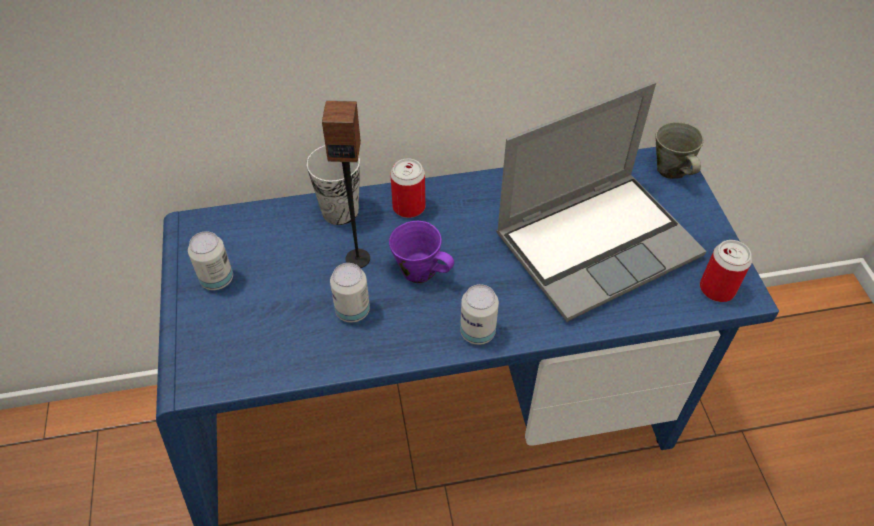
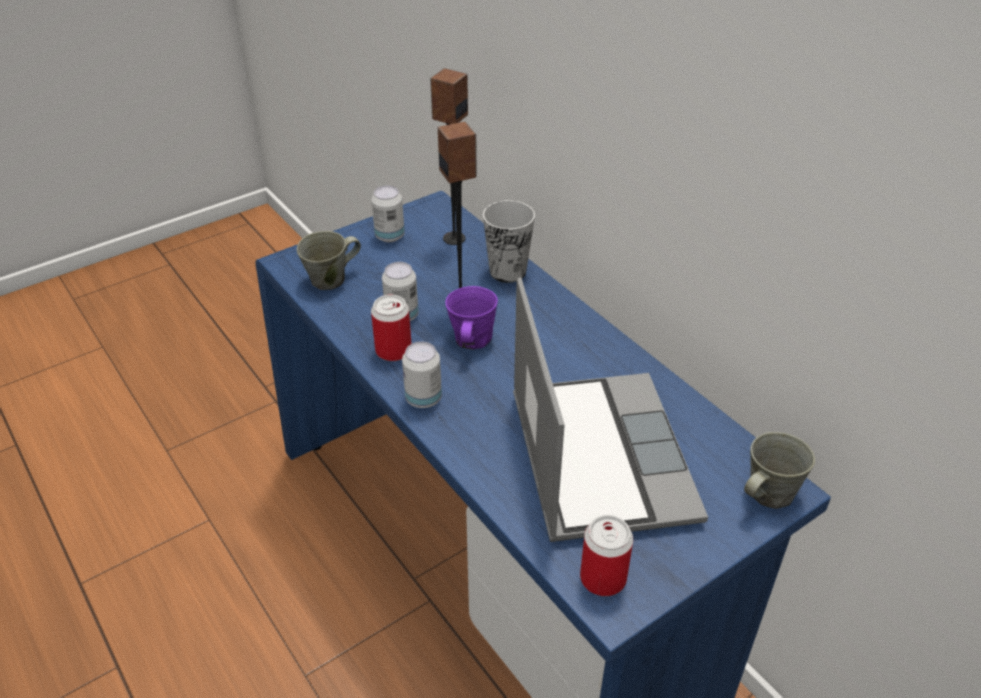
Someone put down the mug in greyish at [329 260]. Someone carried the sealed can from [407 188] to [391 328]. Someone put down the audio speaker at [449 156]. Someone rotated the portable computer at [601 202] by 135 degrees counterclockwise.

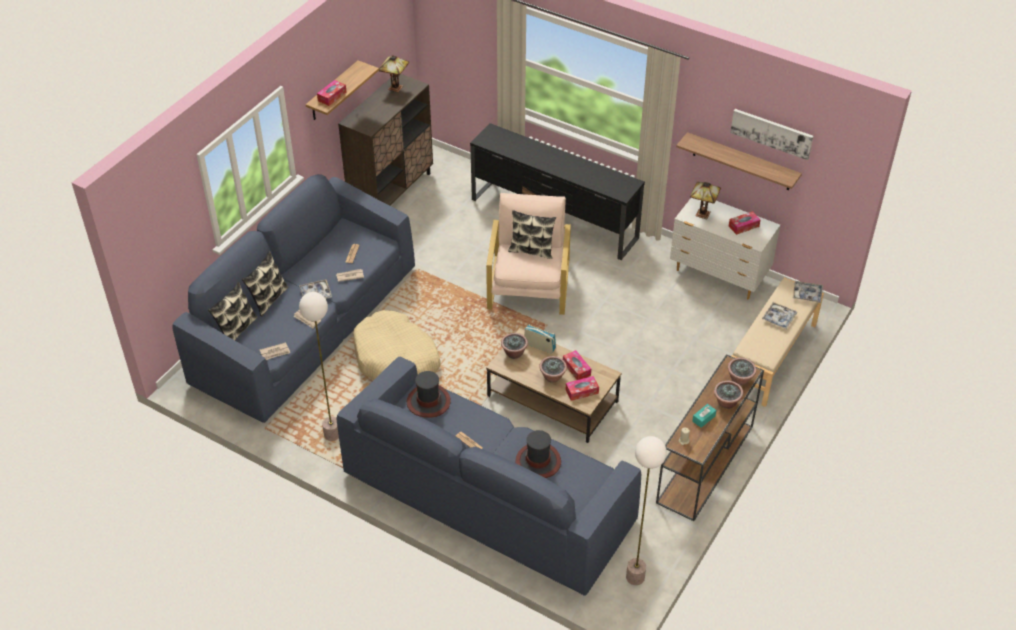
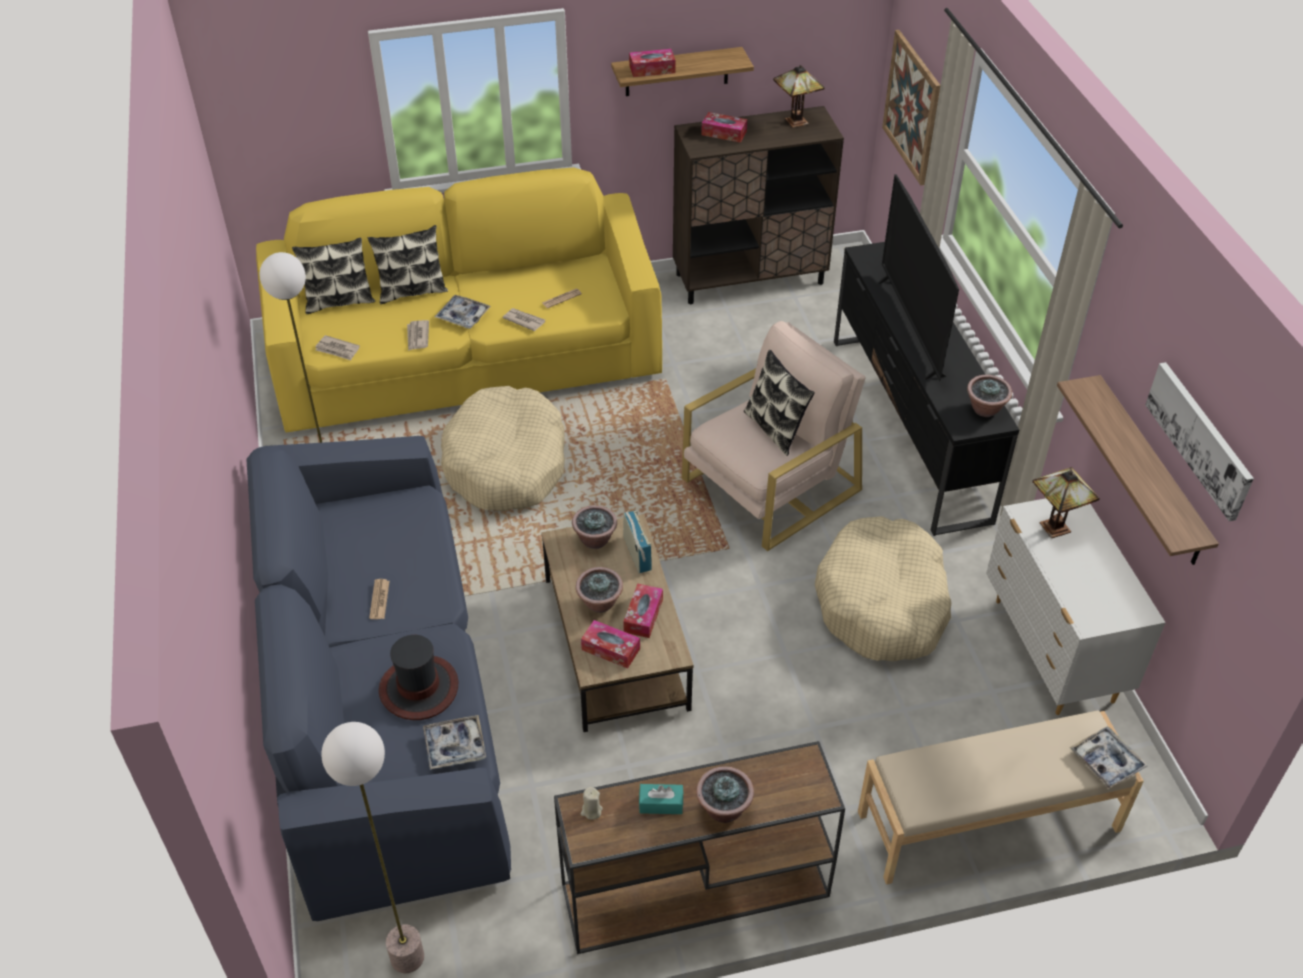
Someone repainted the settee in blue-coloured at [294 298], which became the settee in yellow at [459 300]. Someone carried the carrying tray from [779 315] to [454 742]. Someone carried the tissue box from [744 223] to [724 127]. Someone put down the pet bed in beige at [883 588]. Someone put down the TV at [918 277]. Someone put up the picture at [911 108]. Someone carried the houseplant from [742 371] to [989 396]. Someone took away the wearable hat at [429 394].

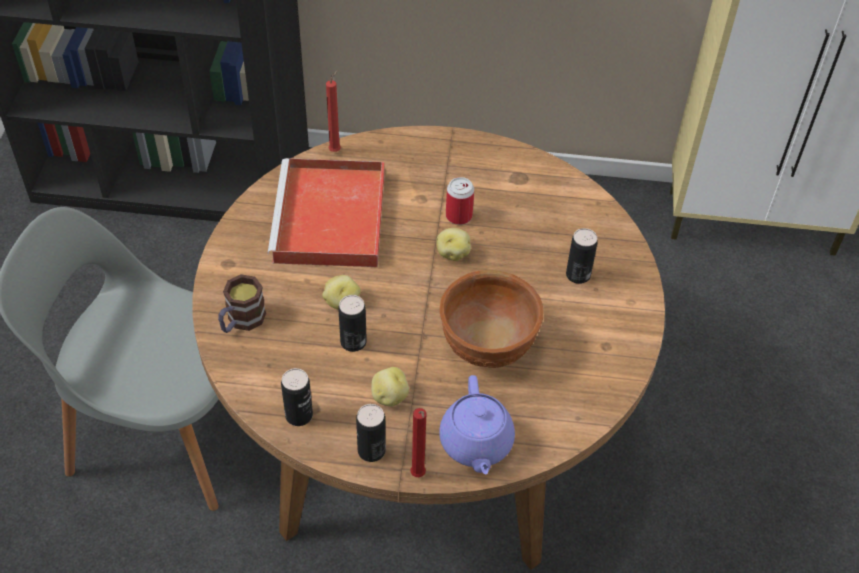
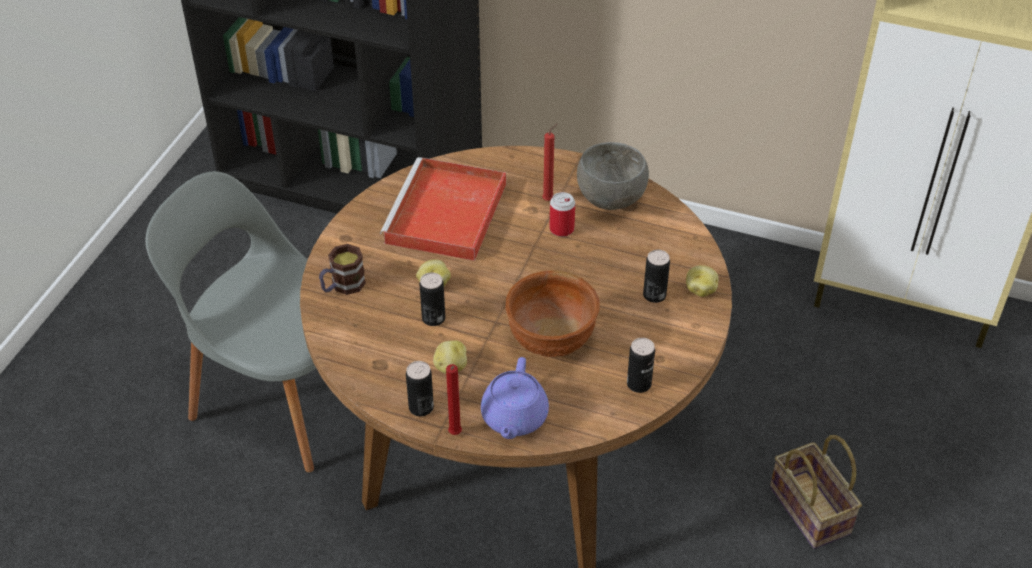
Someone carried the candle in red-coloured from [333 111] to [550 162]. Someone put down the serving bowl in greyish at [613 176]. Someone carried the sealed can from [297 397] to [641 365]. Someone carried the potato from [454 244] to [702 281]. Someone put down the storage basket at [816 492].

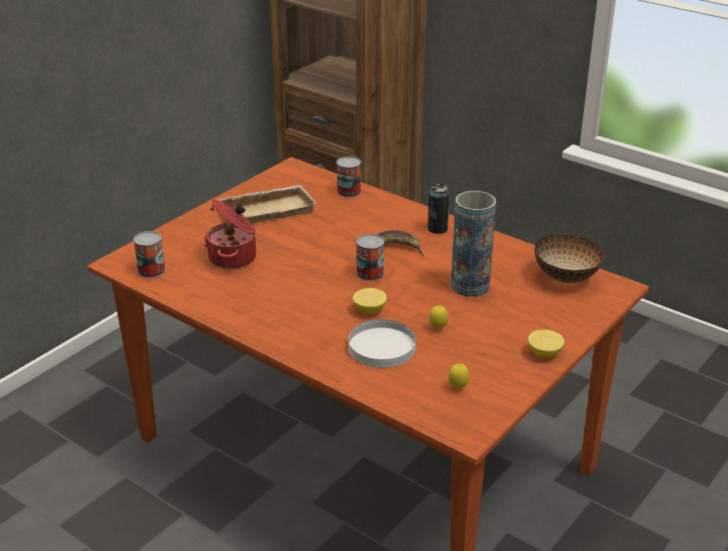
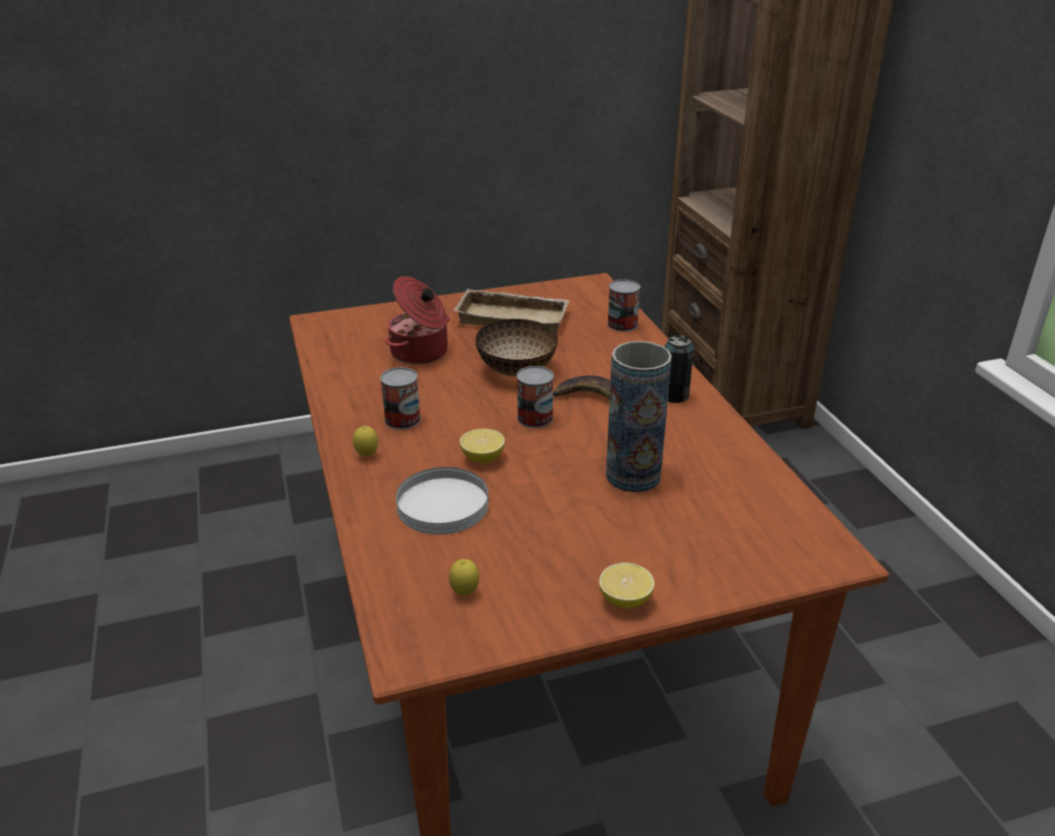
Someone carried the citrus fruit from [438 317] to [365 441]. Someone carried the sealed can from [149 254] to [400 398]. Someone carried the serving bowl from [569 258] to [516 348].

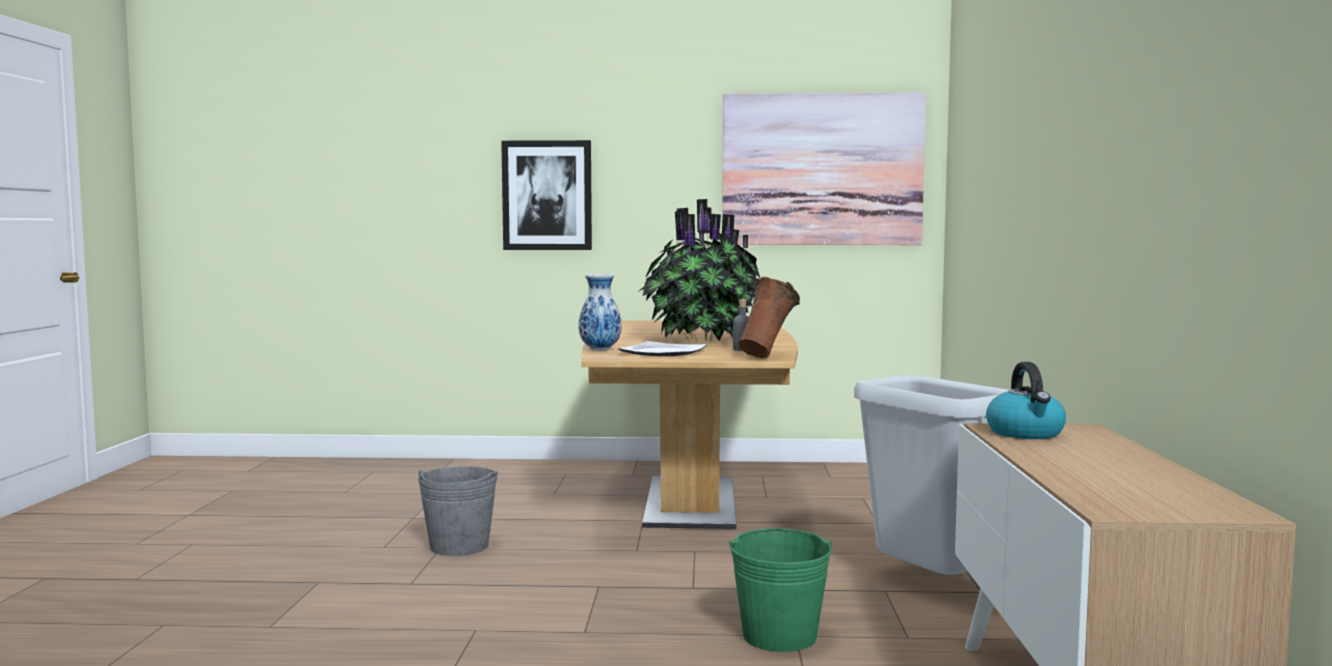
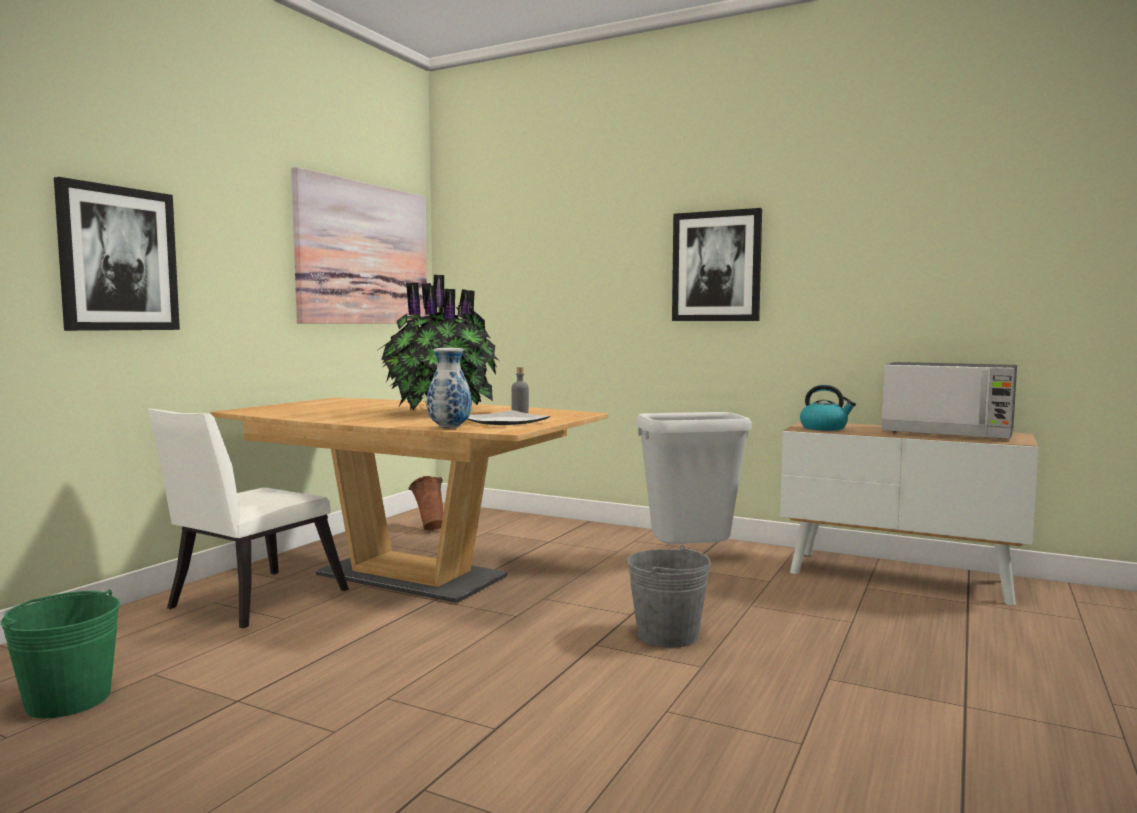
Someone carried the bucket in green from [780 590] to [60 653]. Someone put down the chair in white at [248 518]. Someone carried the decorative vase in brown-coloured from [769 317] to [426 503]. Someone carried the bucket in greyish from [458 511] to [669 596]. Someone put up the picture at [717 264]. Someone put down the microwave oven at [949 401].

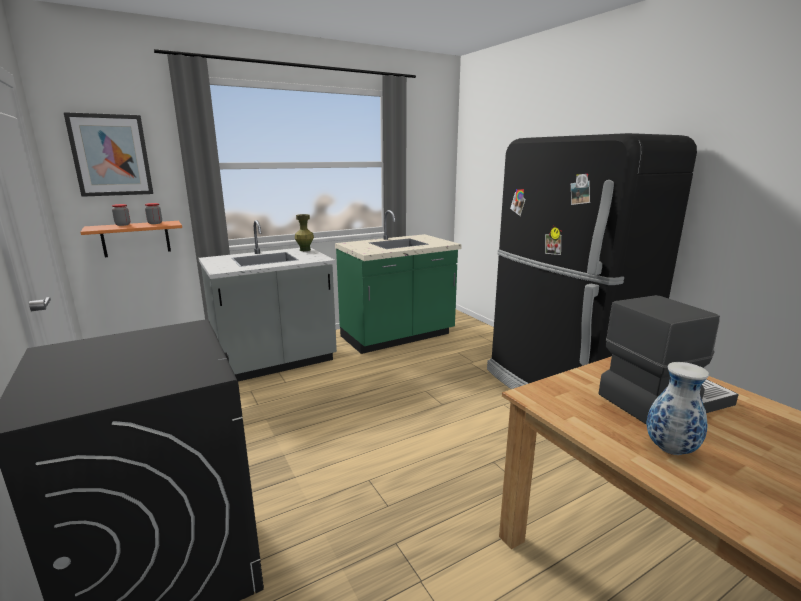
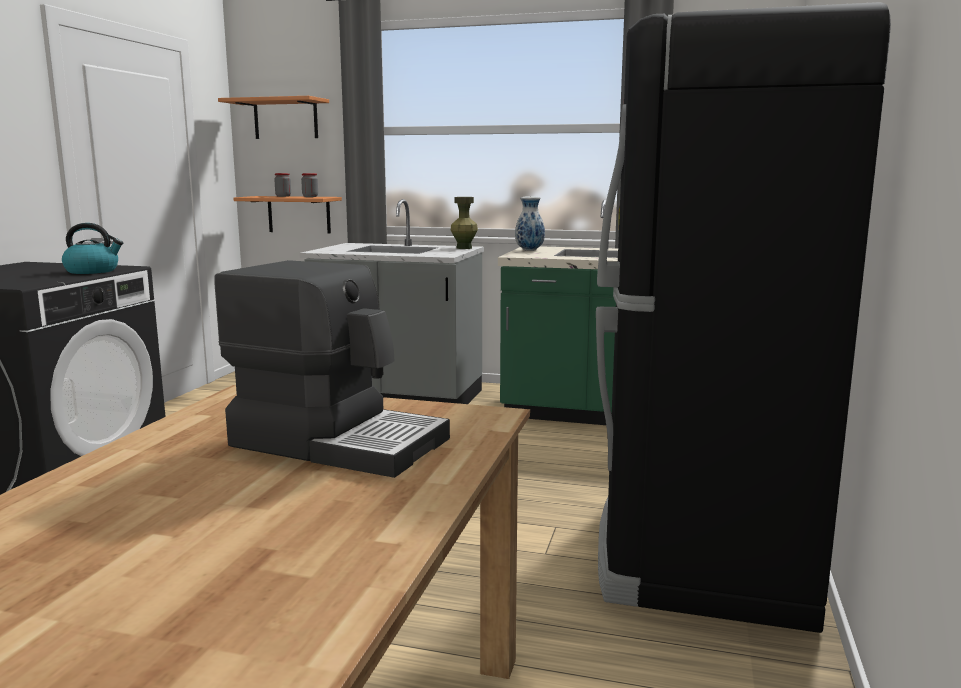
Someone put down the water kettle at [92 248]. Someone swapped the picture at [108 154] for the wall shelf in orange-coloured at [273 117]. Someone carried the decorative vase from [678 408] to [530 223].

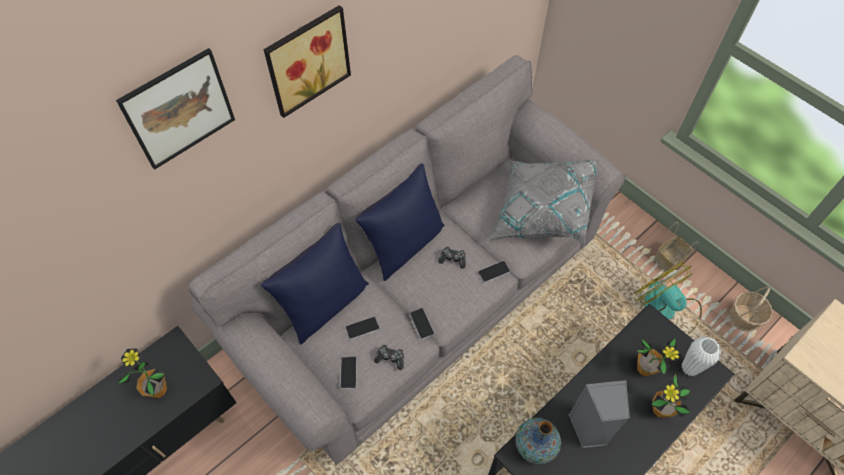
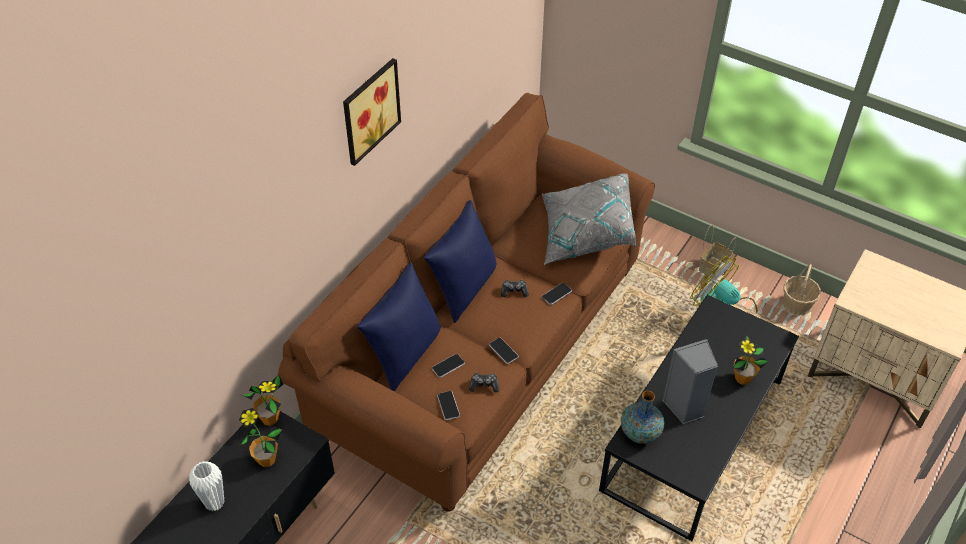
Someone carried the decorative vase in white from [701 356] to [206 486]. Someone carried the houseplant from [659 357] to [262 400]. Someone repainted the settee in greyish at [407 260], which became the settee in brown-coloured at [466 302]. Someone took away the picture at [175 109].

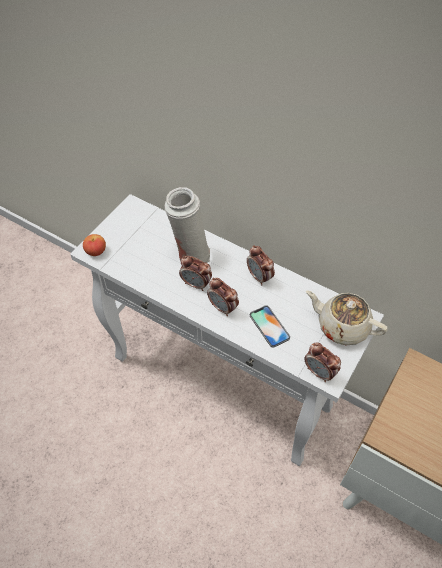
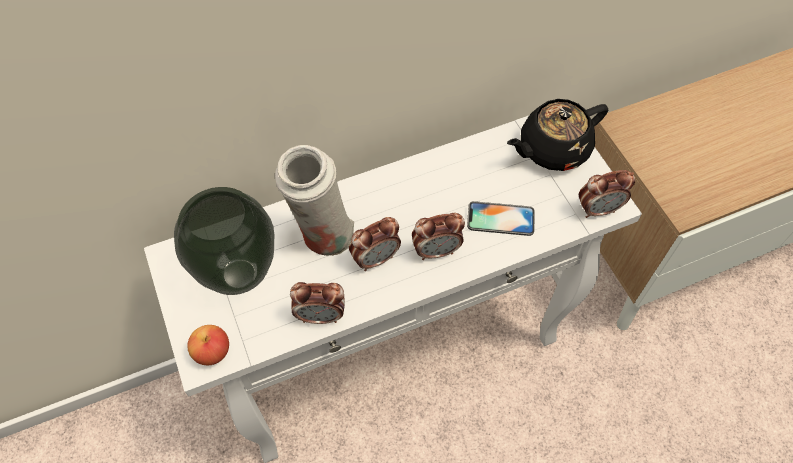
Someone put down the decorative vase at [224 241]. Someone carried the table clock from [261 265] to [317 303]. Someone repainted the tea pot in beige at [347 317], which became the tea pot in black-coloured at [557 135].

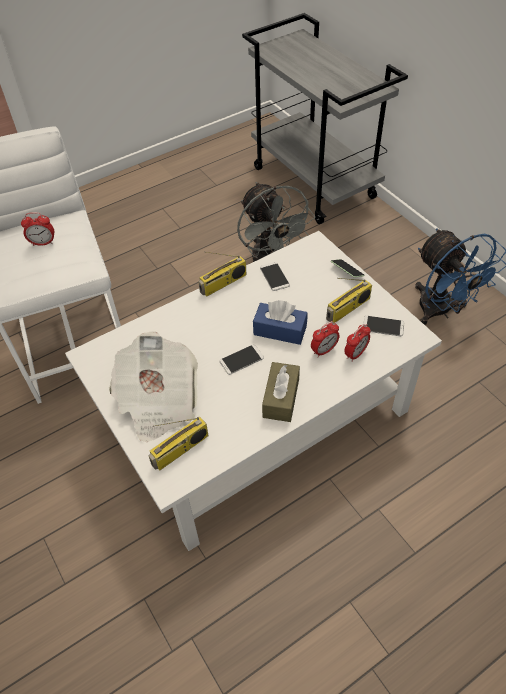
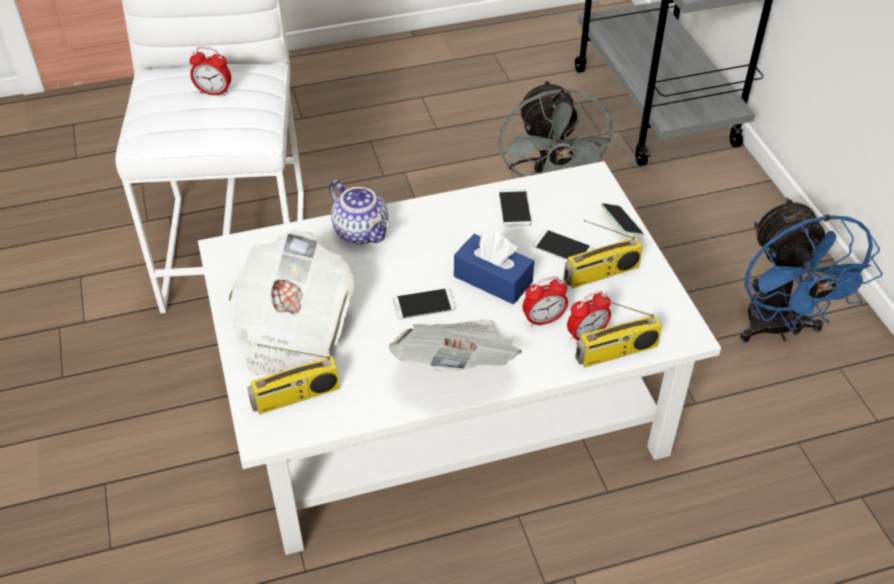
Someone put down the tea pot at [359 212]. Someone swapped the tissue box in brown-coloured at [281 392] for the daily paper at [455 345]. Someone carried the telephone from [383 326] to [563 245]. Someone carried the radio set from [222 274] to [618 332].

